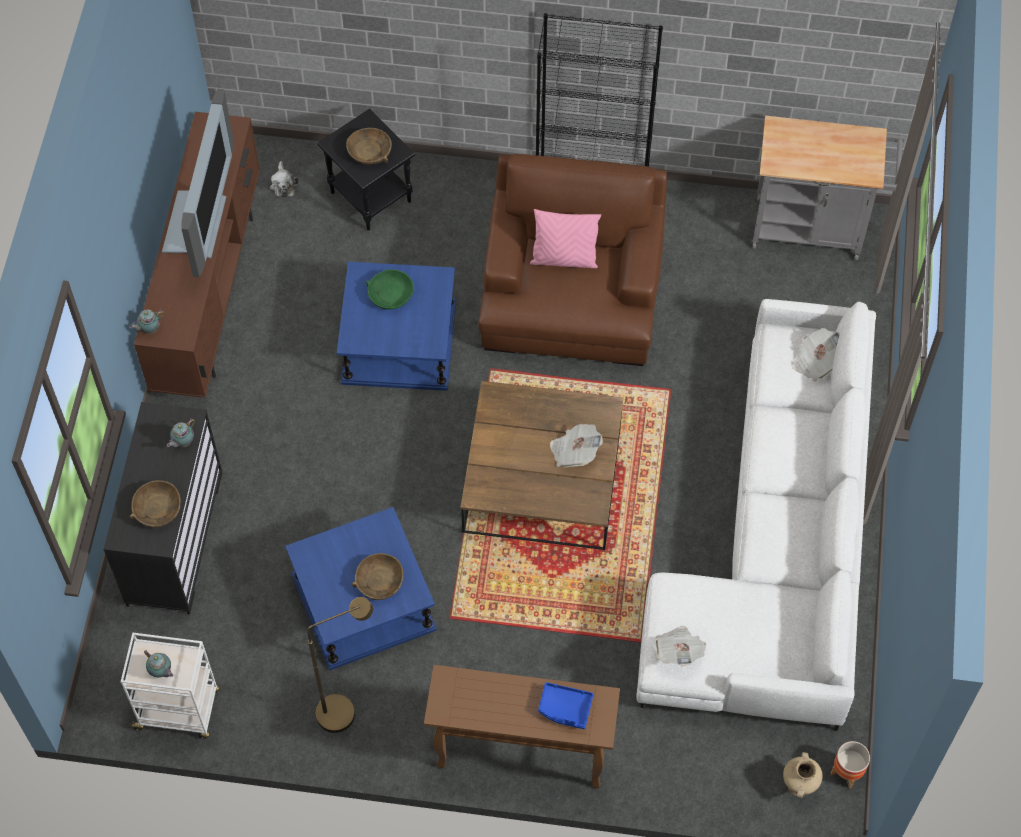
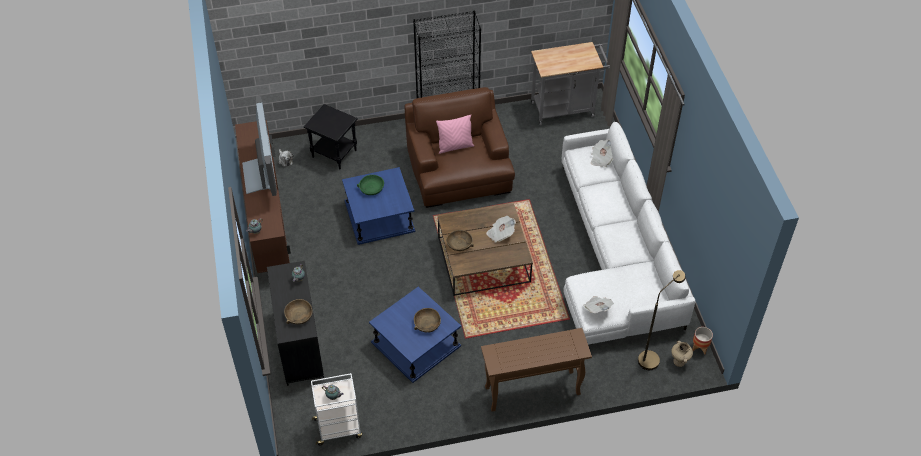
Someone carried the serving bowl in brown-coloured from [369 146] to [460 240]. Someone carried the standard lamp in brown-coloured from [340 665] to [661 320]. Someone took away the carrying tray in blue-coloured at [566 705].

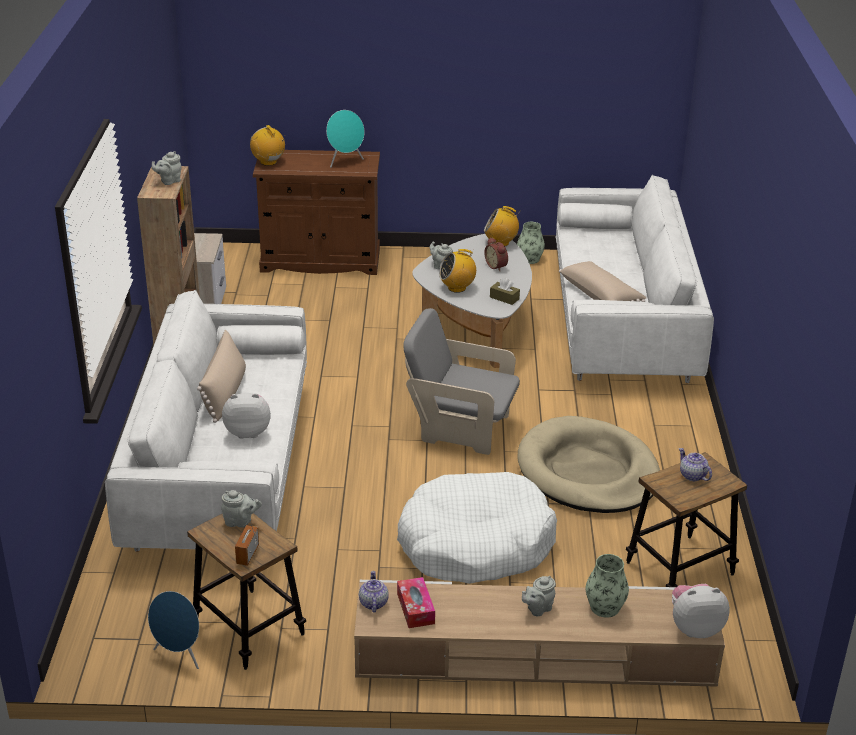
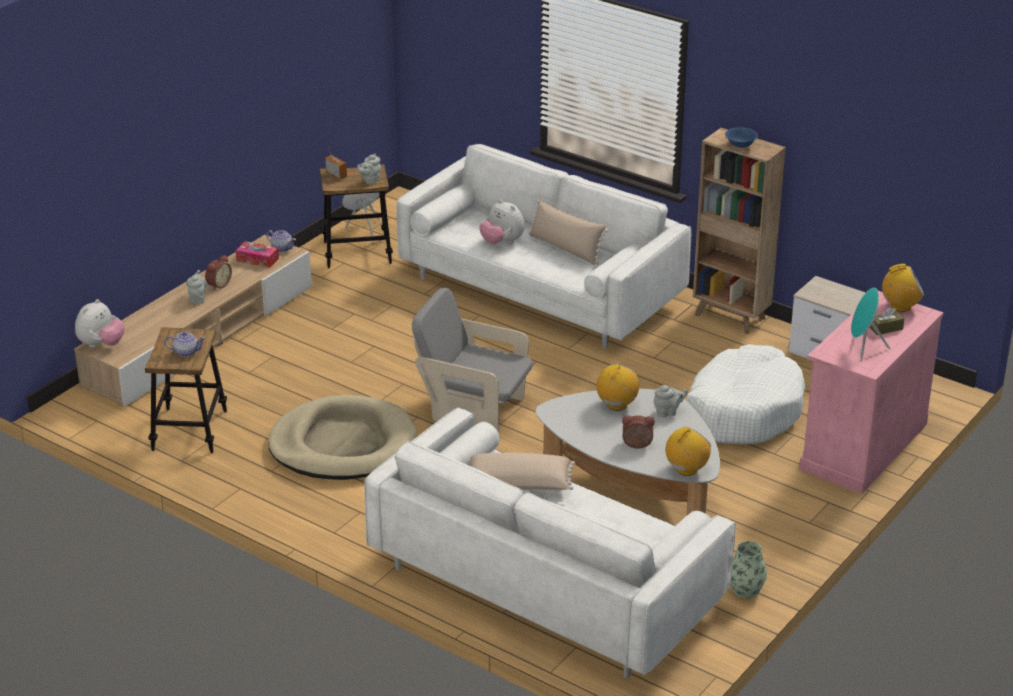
Someone put down the table clock at [218 272]. Someone rotated the easy chair in greyish at [461 381] by 120 degrees counterclockwise. Someone rotated the soft toy at [246 416] by 105 degrees clockwise. Someone carried the pet bed in white from [477 528] to [745 394]. Someone swapped the tea pot in greyish at [166 168] for the serving bowl in blue-coloured at [741 137]. Someone repainted the storage cabinet in brown-coloured at [316 212], which became the storage cabinet in pink at [871 392]. Someone carried the tissue box in brown-coloured from [505 291] to [887 321]. Someone took away the decorative vase at [607 586].

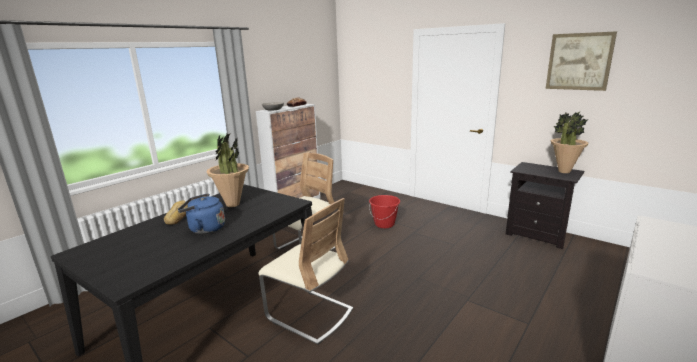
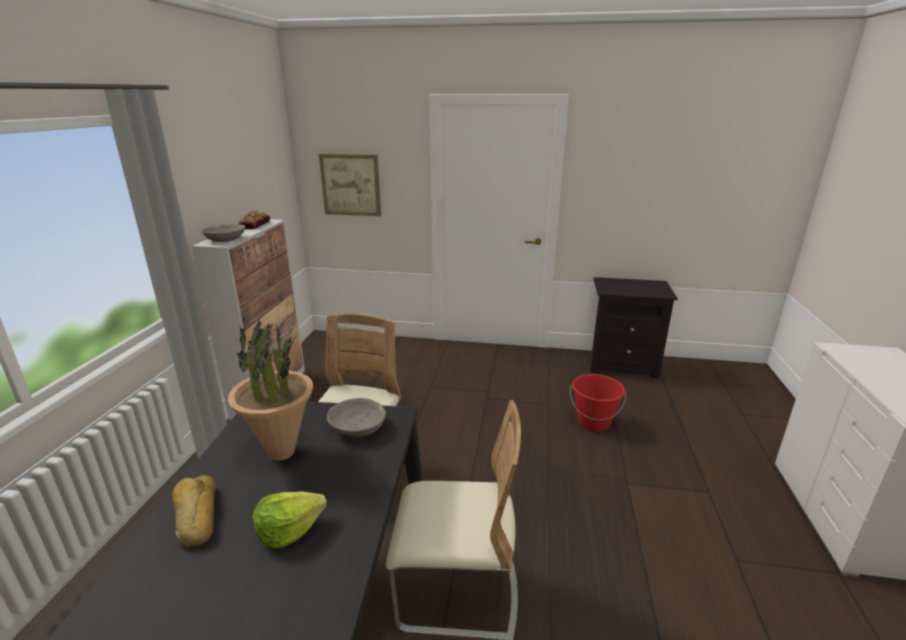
Someone swapped the water kettle in blue-coloured at [201 213] for the lettuce at [290 520]. Someone carried the picture from [581 61] to [350 185]. Someone put down the serving bowl in greyish at [356 417]. Someone carried the bucket in red-coloured from [384 211] to [598 403]. Someone took away the houseplant at [570 142].

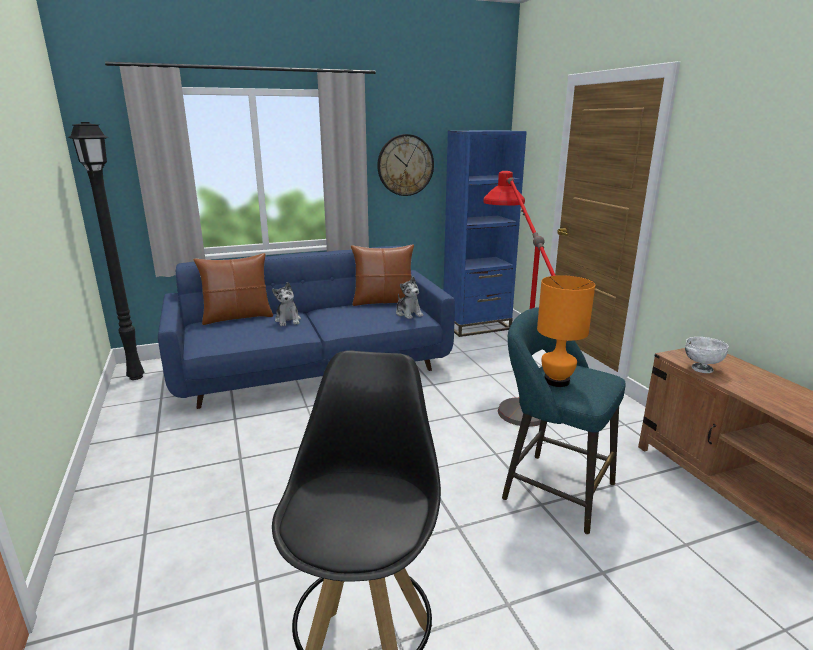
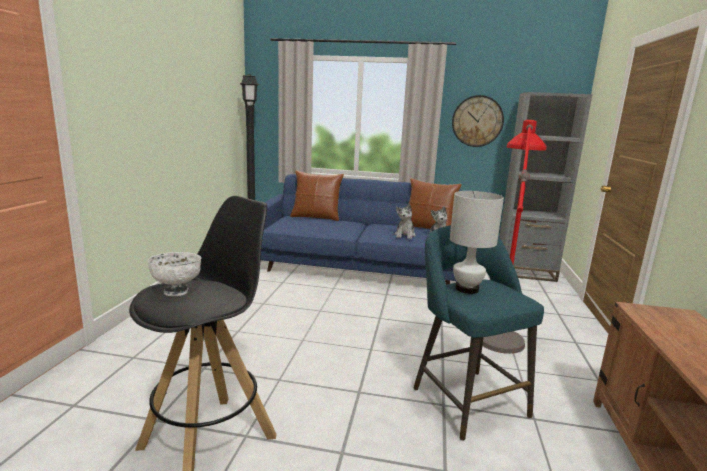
Someone carried the serving bowl in white from [707 355] to [174 274]. Someone carried the soft toy from [286 304] to [405 221]. Someone repainted the tabletop lamp in orange-coloured at [566 331], which became the tabletop lamp in white at [477 242]. Someone repainted the bookcase in blue-coloured at [485 233], which became the bookcase in greyish at [545 187].

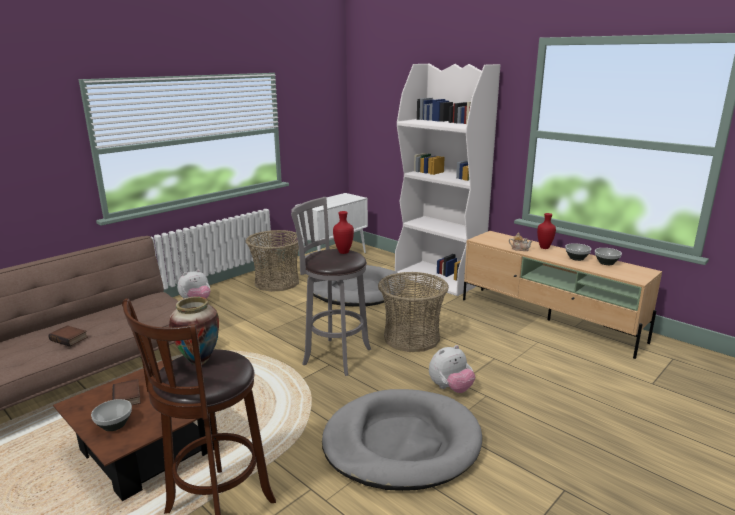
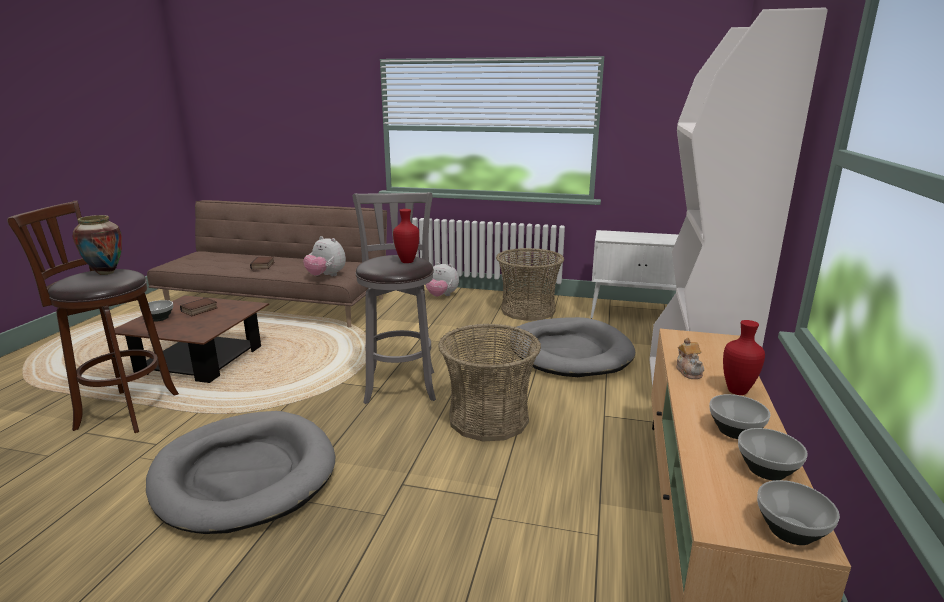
Someone carried the soft toy from [452 369] to [324 256]. Someone put down the serving bowl at [798 512].

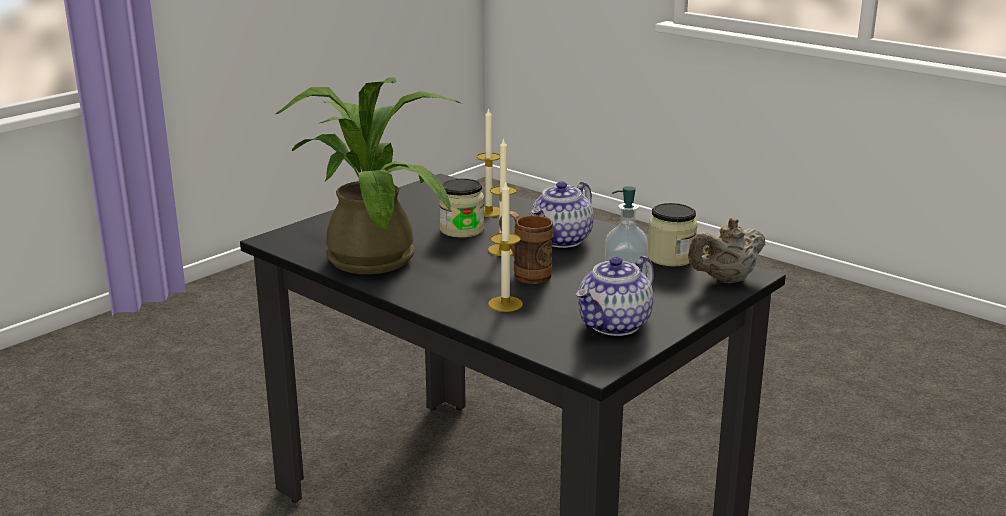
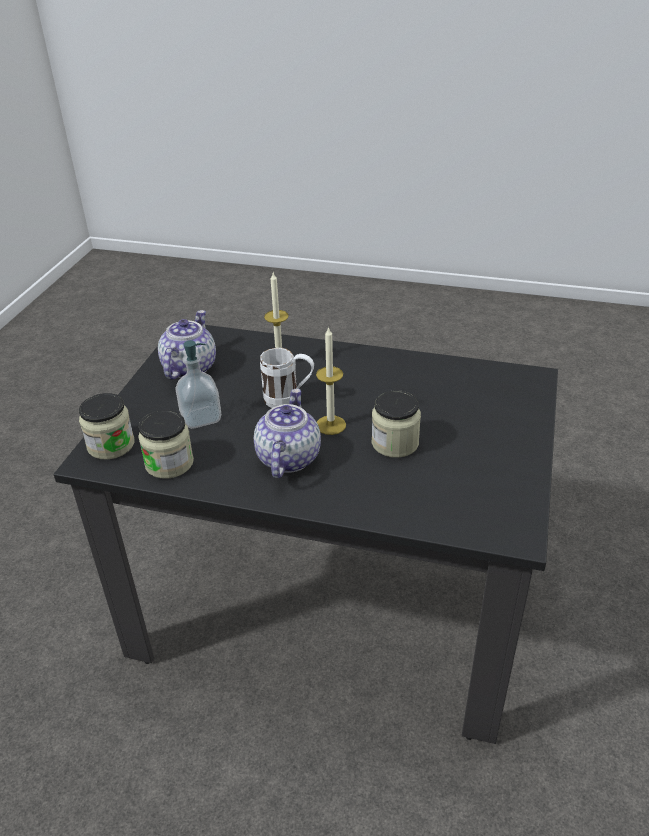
Someone swapped the tea pot in beige at [726 250] for the storage jar at [107 426]. Someone repainted the mug in brown-coloured at [526 247], which became the mug in white at [287 378]. Someone took away the houseplant at [369 175]. Someone took away the candle at [488 162].

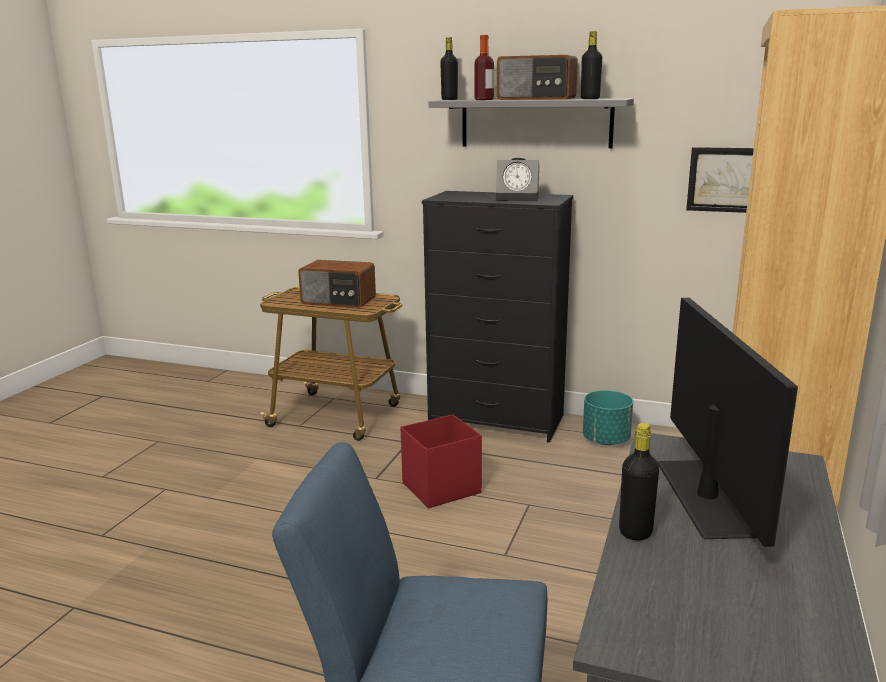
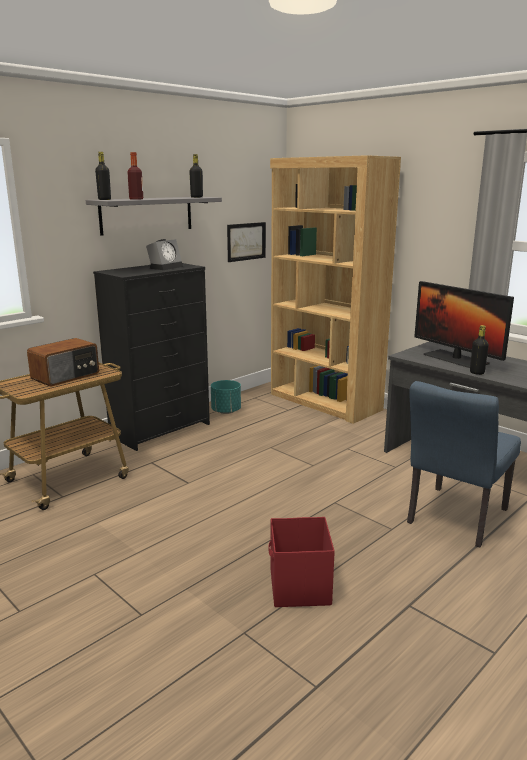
Someone carried the storage bin in red-coloured from [441 461] to [302 562]. Someone rotated the computer display at [728 422] by 150 degrees counterclockwise. Someone took away the radio set at [537 77].

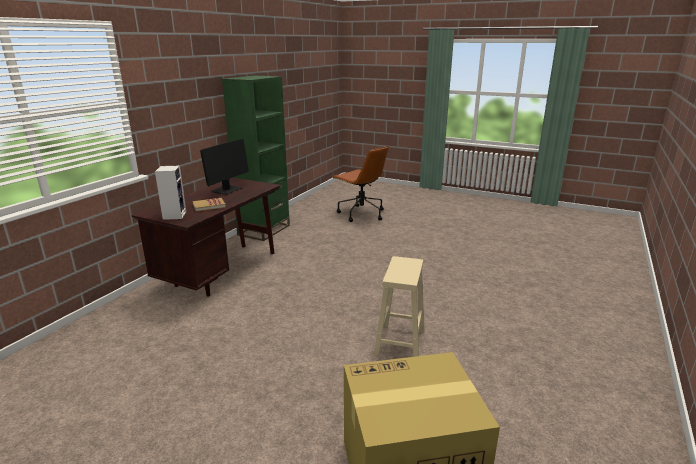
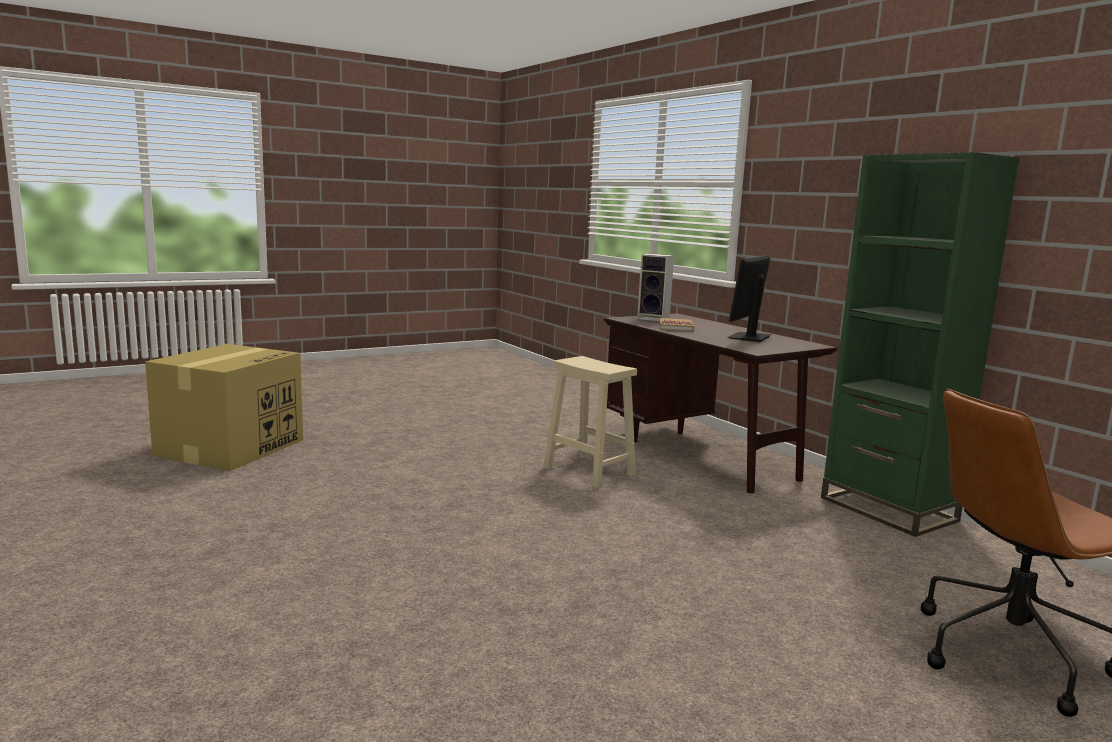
Someone carried the stool in beige from [399 306] to [590 422]. Someone rotated the computer display at [224 167] by 60 degrees clockwise.

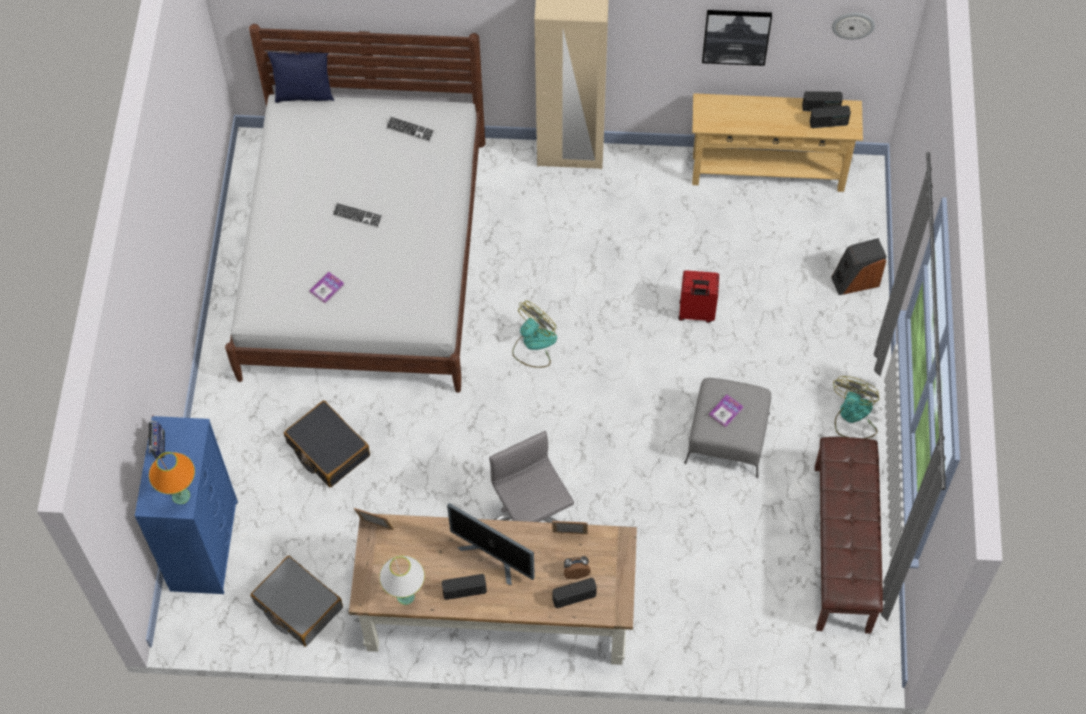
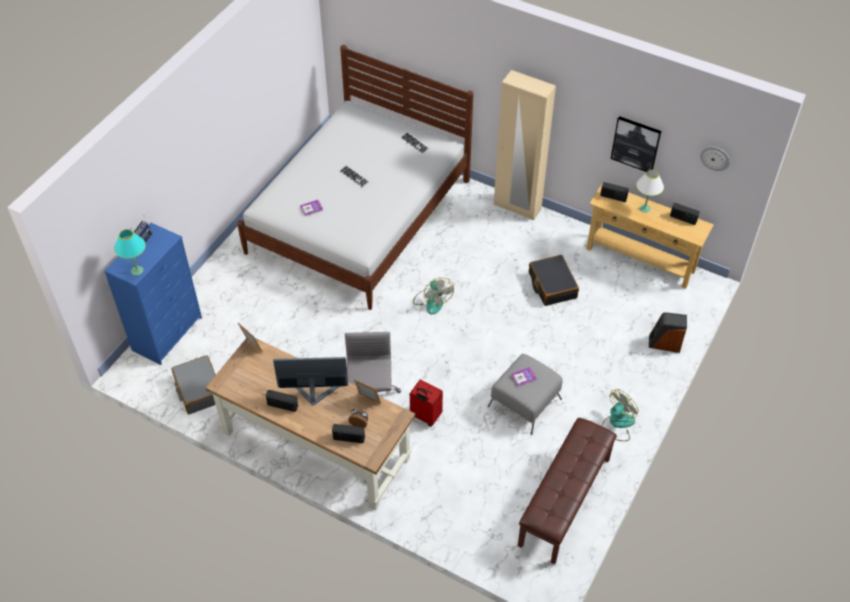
Someone repainted the tabletop lamp in orange-coloured at [172 478], which became the tabletop lamp in turquoise at [130 252]. Someone rotated the computer display at [491 544] by 120 degrees clockwise. Someone carried the suitcase in red-coloured from [698 296] to [426 403]. Someone rotated the electric fan at [534 334] by 90 degrees clockwise. Someone carried the suitcase in black-coloured from [327 443] to [554 280]. Someone carried the radio set from [830 116] to [614 192]. Someone carried the tabletop lamp in white from [402 580] to [650 191]. Someone took away the pillow in blue-coloured at [300 77].

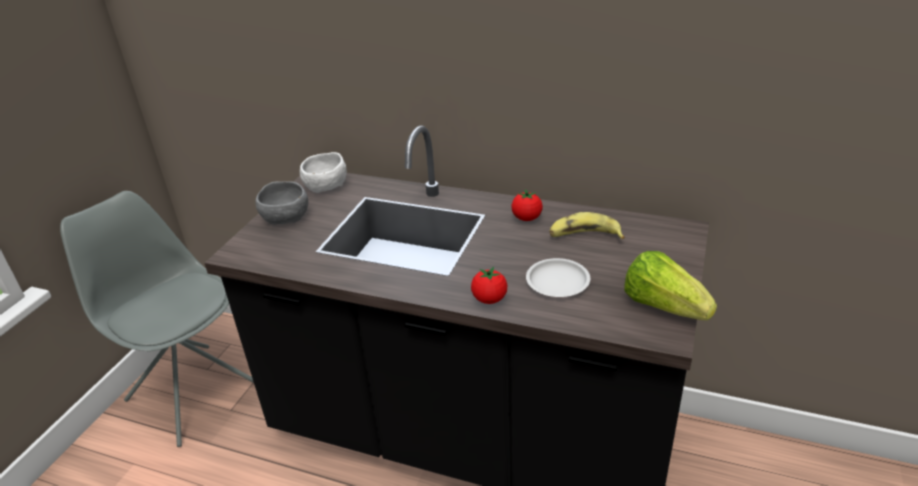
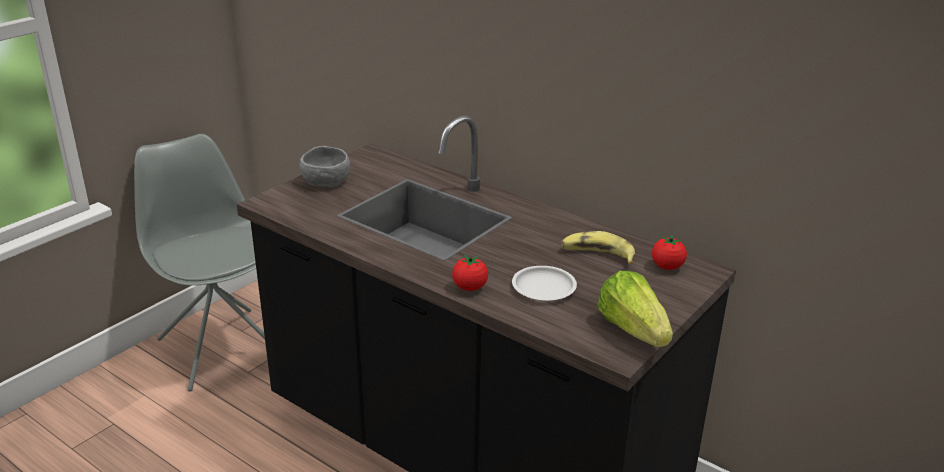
Someone carried the whole tomato from [527 205] to [669 252]. Someone took away the serving bowl in white at [323 172].

